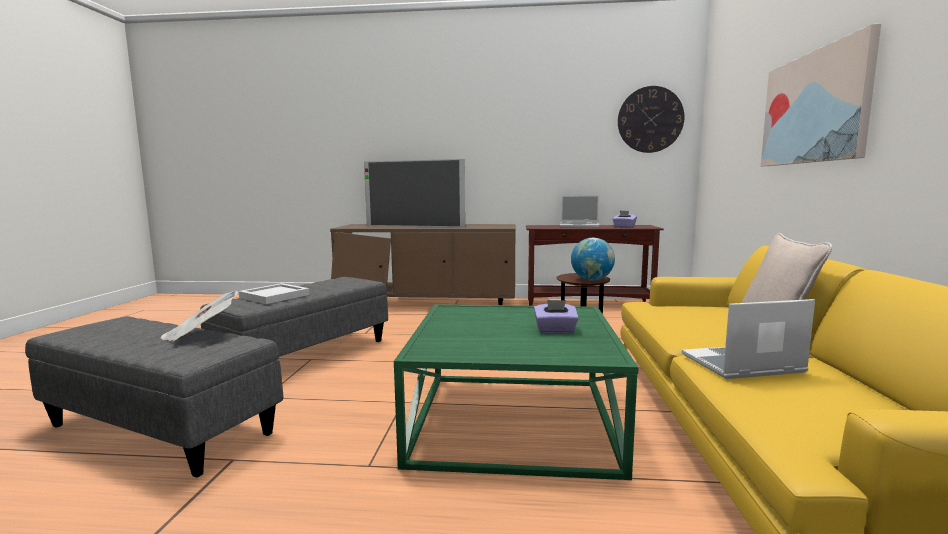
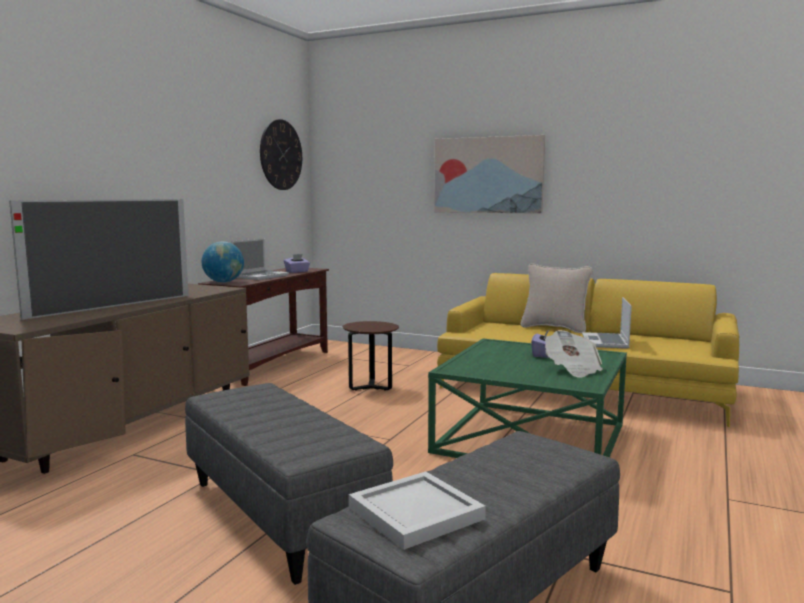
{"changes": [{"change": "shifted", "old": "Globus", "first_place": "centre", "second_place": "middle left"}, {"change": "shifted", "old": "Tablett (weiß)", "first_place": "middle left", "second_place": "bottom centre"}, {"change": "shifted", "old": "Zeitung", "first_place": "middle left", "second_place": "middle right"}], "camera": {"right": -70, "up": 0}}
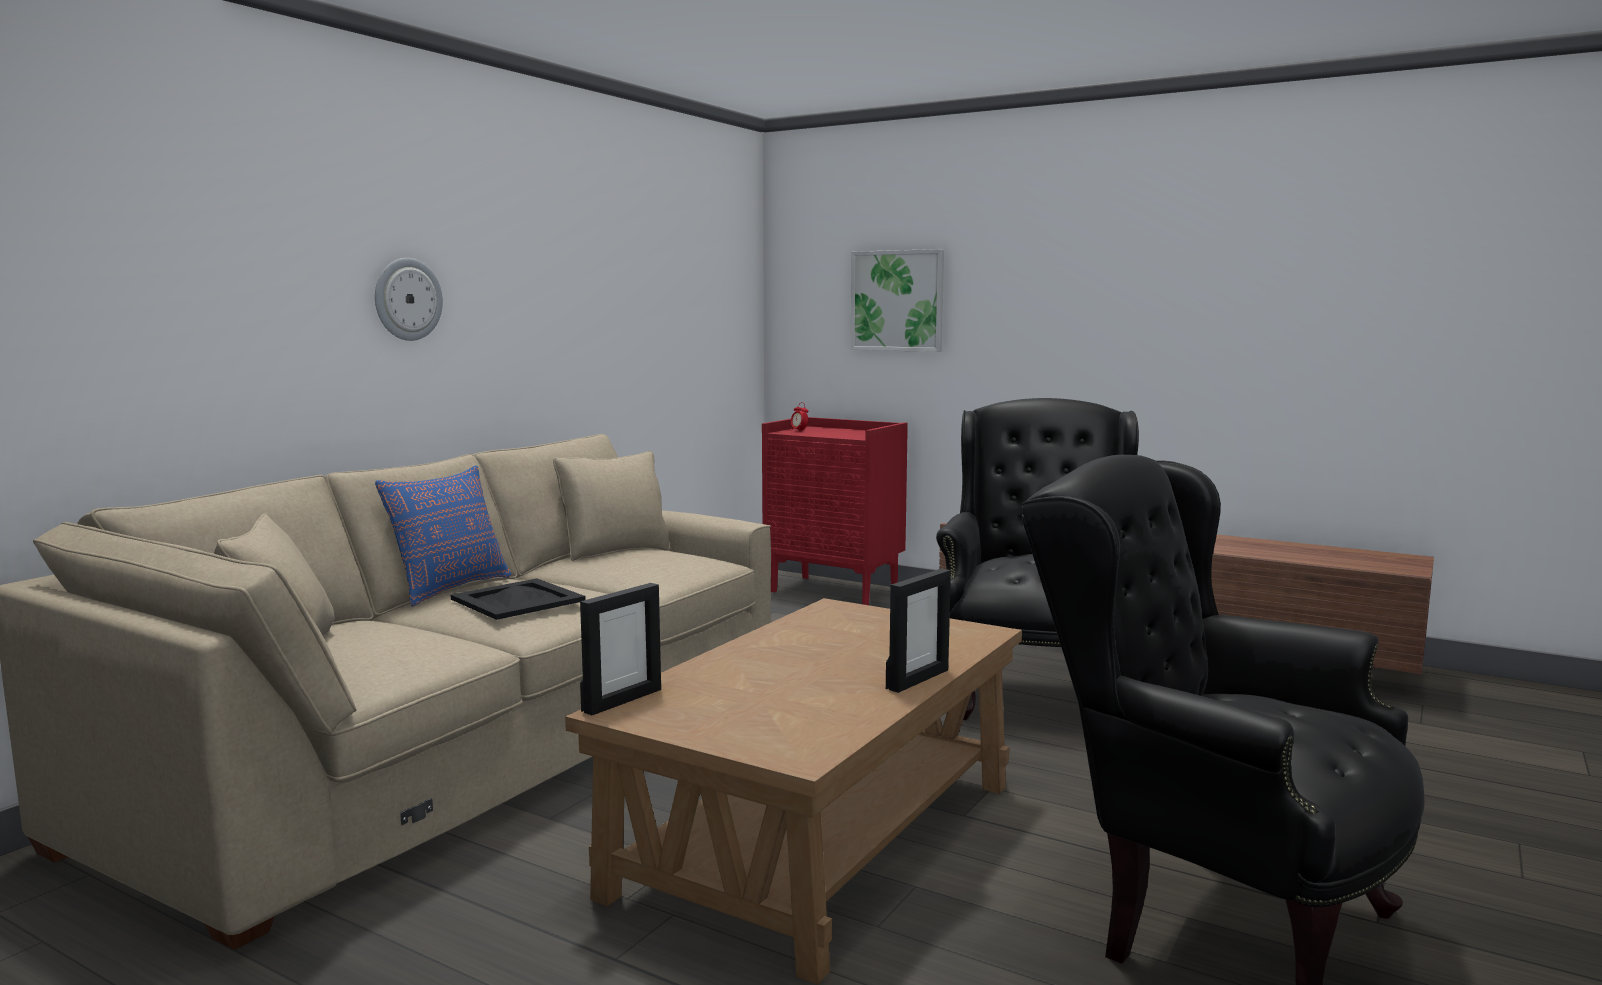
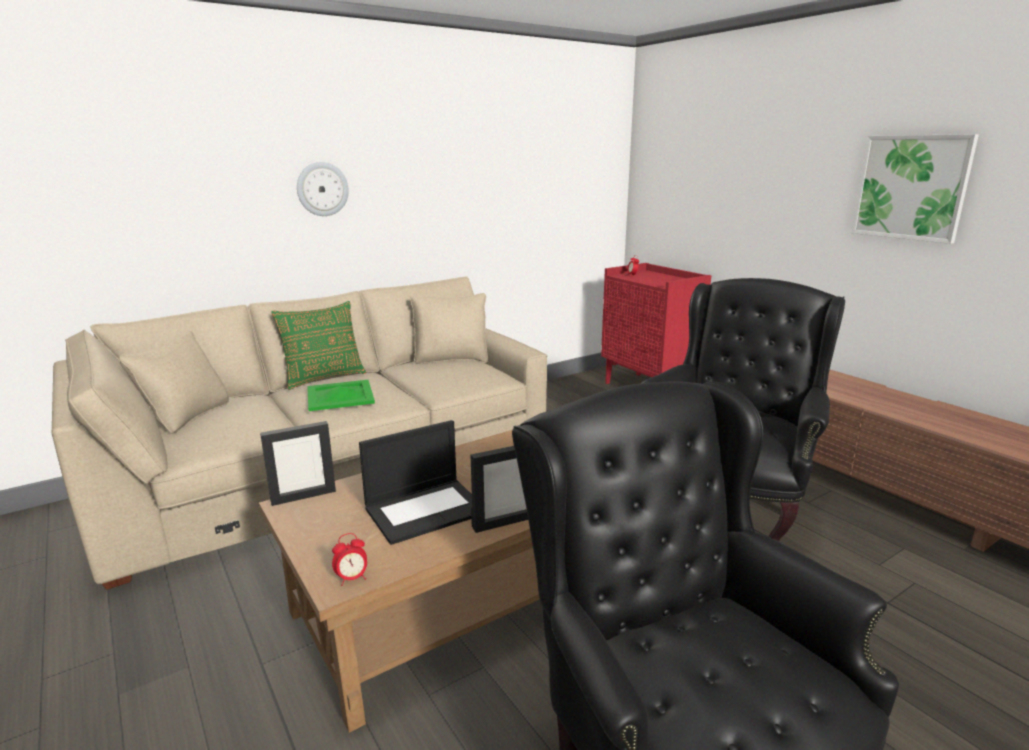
{"changes": [{"change": "repainted", "old": "Kissen (blau)", "new": "Kissen (grün)", "first_place": "middle left", "second_place": "middle left"}, {"change": "repainted", "old": "Tablett (schwarz)", "new": "Tablett (grün)", "first_place": "middle left", "second_place": "middle left"}, {"change": "new", "new": "Wecker (no. 1 from left)", "second_place": "bottom centre"}, {"change": "new", "new": "Laptop", "second_place": "centre"}, {"change": "shifted", "old": "Bild", "first_place": "top centre", "second_place": "top right"}], "camera": {"right": 25, "up": 10}}
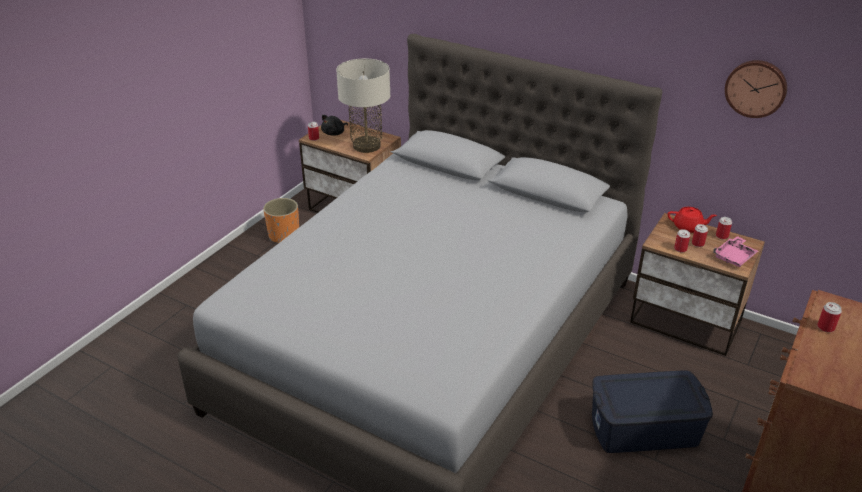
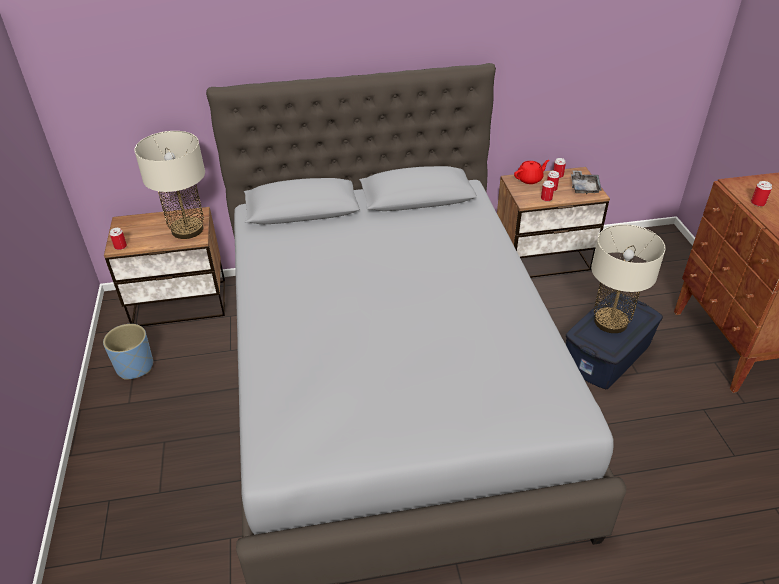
{"changes": [{"change": "repainted", "old": "Pflanzkübel (orange)", "new": "Pflanzkübel (blau)", "first_place": "middle left", "second_place": "middle left"}, {"change": "repainted", "old": "Tablett (rosa)", "new": "Tablett (grau)", "first_place": "middle right", "second_place": "top right"}, {"change": "new", "new": "Tischlampe (no. 2 from left)", "second_place": "middle right"}, {"change": "gone", "old": "Plüschtier (schwarz)", "first_place": "top centre"}, {"change": "gone", "old": "Wanduhr", "first_place": "top right"}], "camera": {"right": -40, "up": 5}}
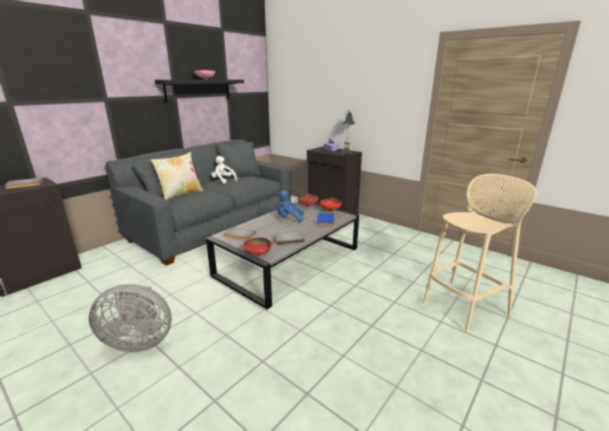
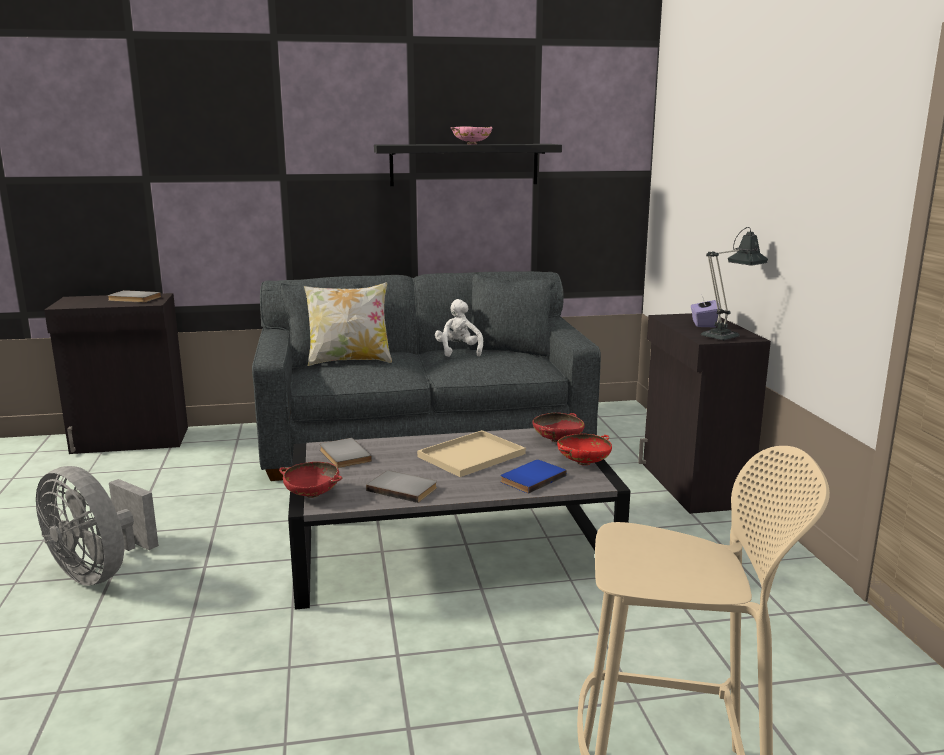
{"changes": [{"change": "swapped", "old": "Plüschtier (blau)", "new": "Tablett (beige)", "first_place": "centre", "second_place": "centre"}], "camera": {"right": 40, "up": -5}}
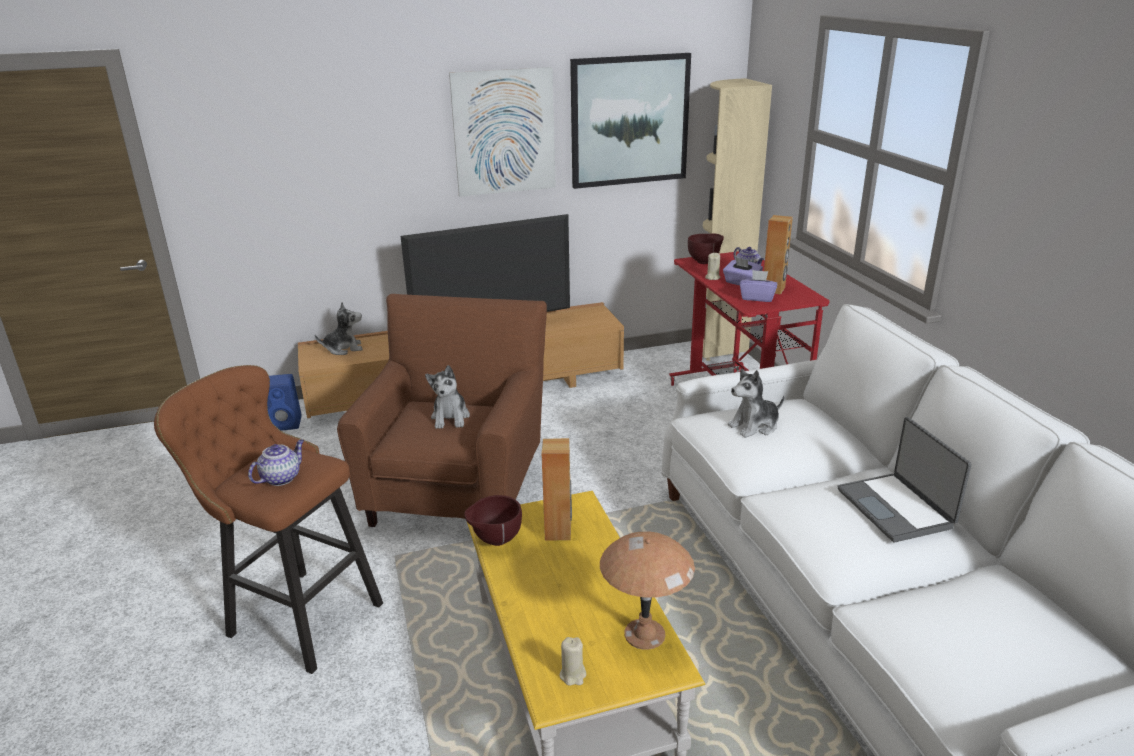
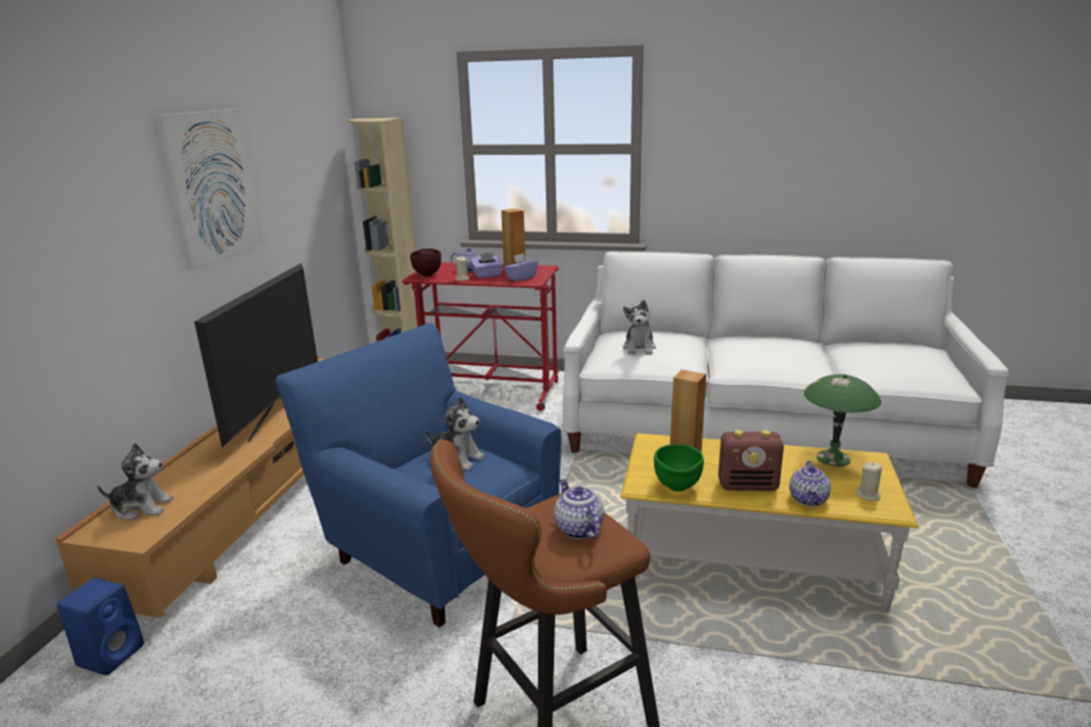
{"changes": [{"change": "rotated", "old": "Plüschtier (no. 1 from left)", "first_place": "middle left", "second_place": "middle left", "degrees": 75}, {"change": "repainted", "old": "Sessel (braun)", "new": "Sessel (blau)", "first_place": "centre", "second_place": "centre"}, {"change": "repainted", "old": "Schüssel (braun) (no. 1 from left)", "new": "Schüssel (grün)", "first_place": "bottom centre", "second_place": "centre"}, {"change": "new", "new": "Radio", "second_place": "middle right"}, {"change": "new", "new": "Teekanne (no. 3 from left)", "second_place": "middle right"}, {"change": "repainted", "old": "Tischlampe (braun)", "new": "Tischlampe (grün)", "first_place": "bottom centre", "second_place": "middle right"}, {"change": "gone", "old": "Bild (no. 2 from left)", "first_place": "top centre"}, {"change": "gone", "old": "Laptop", "first_place": "middle right"}], "camera": {"right": -60, "up": -5}}
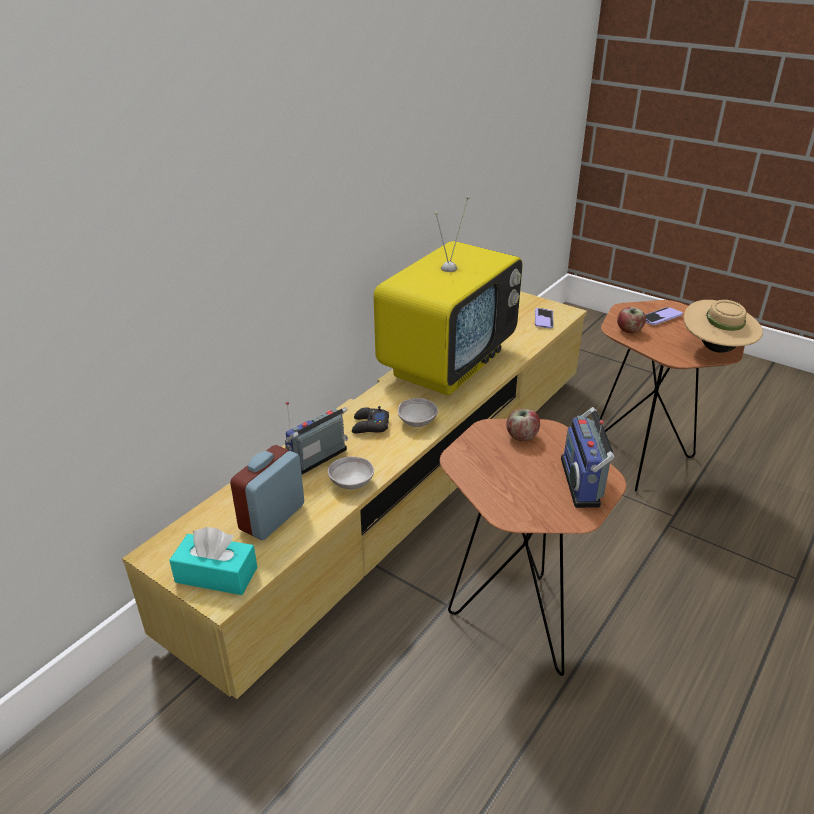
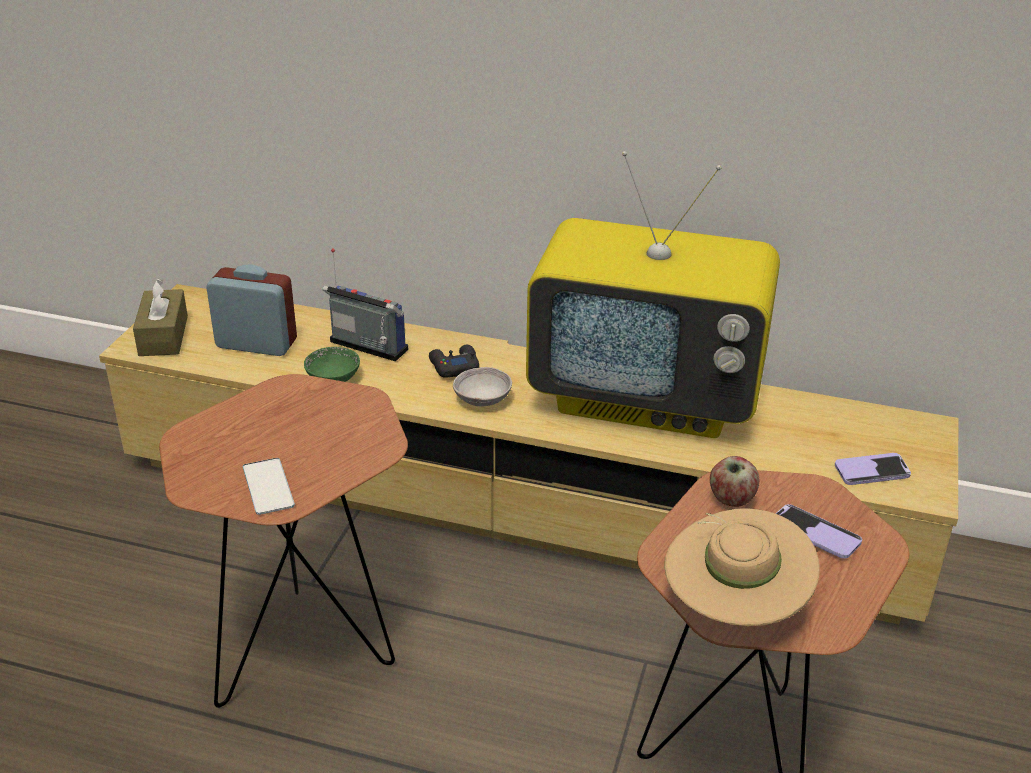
{"changes": [{"change": "repainted", "old": "Taschentuchbox (türkis)", "new": "Taschentuchbox (braun)", "first_place": "bottom left", "second_place": "middle left"}, {"change": "swapped", "old": "Radio (no. 2 from left)", "new": "Handy (no. 1 from left)", "first_place": "middle right", "second_place": "middle left"}, {"change": "repainted", "old": "Schüssel (grau) (no. 1 from left)", "new": "Schüssel (grün)", "first_place": "centre", "second_place": "middle left"}, {"change": "gone", "old": "Apfel (no. 1 from left)", "first_place": "centre"}], "camera": {"right": 70, "up": 0}}
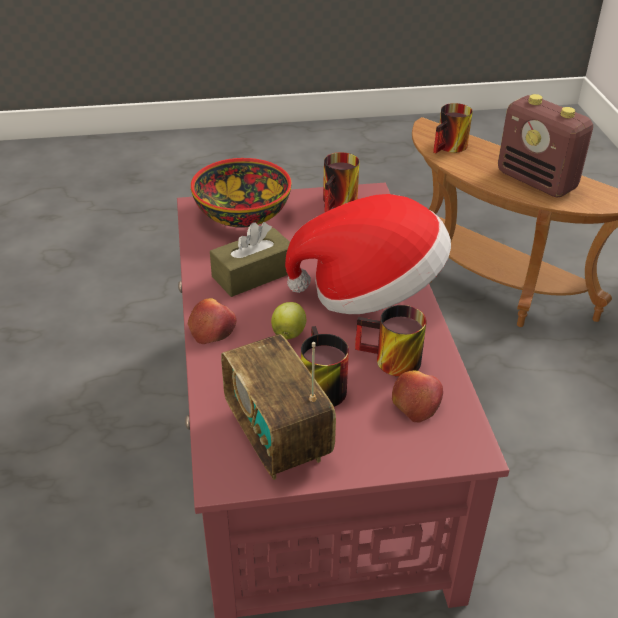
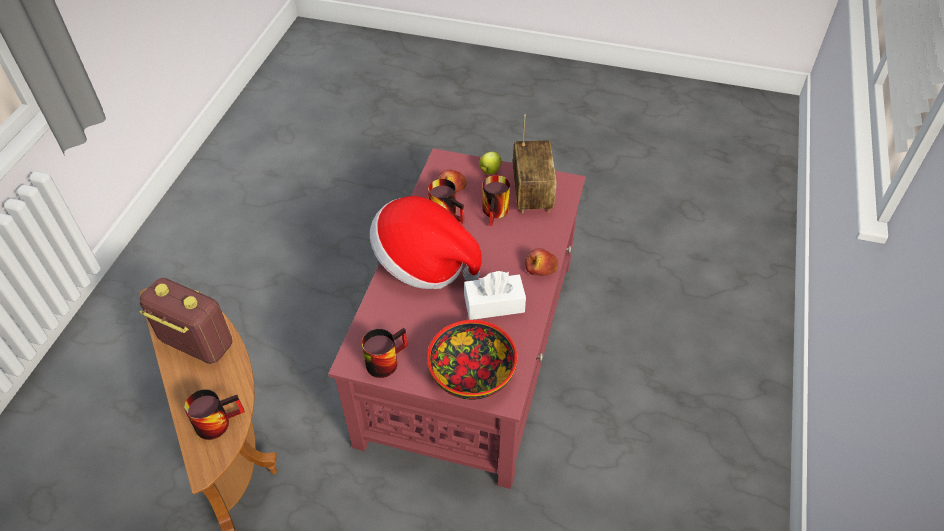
{"changes": [{"change": "rotated", "old": "Radio (no. 2 from left in the first image)", "first_place": "top right", "second_place": "middle left", "degrees": -45}, {"change": "repainted", "old": "Taschentuchbox (braun)", "new": "Taschentuchbox (weiß)", "first_place": "centre", "second_place": "centre"}, {"change": "shifted", "old": "Apfel (no. 2 from left)", "first_place": "centre", "second_place": "top centre"}], "camera": {"right": -155, "up": 10}}
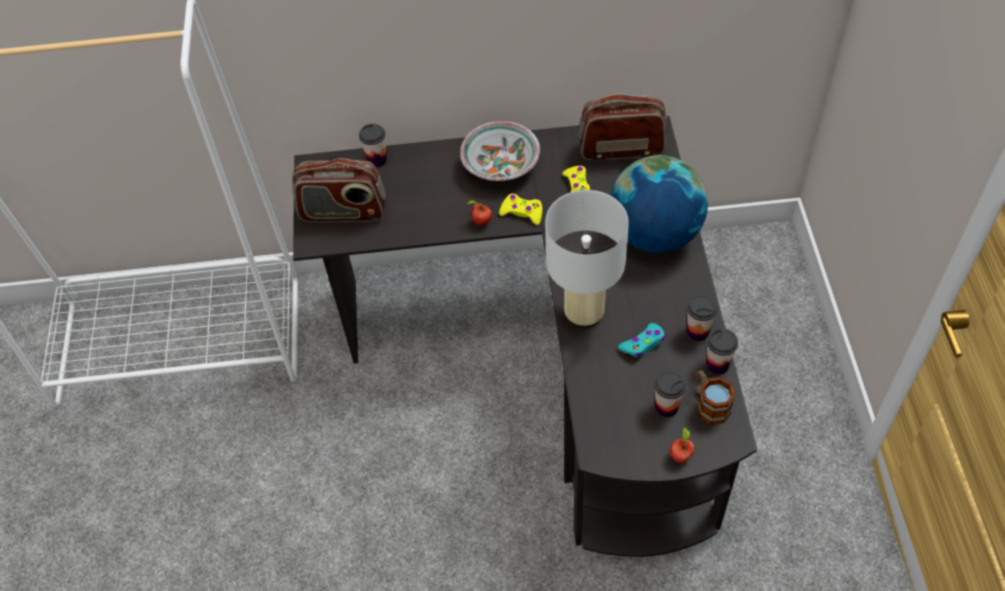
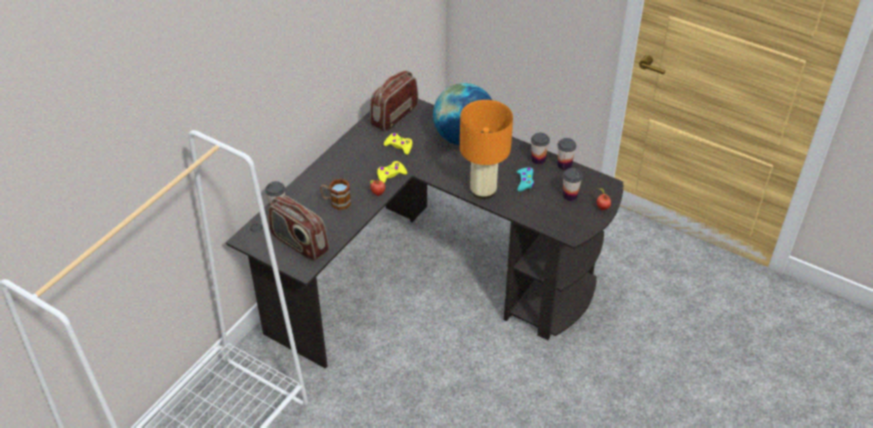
{"changes": [{"change": "rotated", "old": "Radio (no. 1 from left)", "first_place": "top centre", "second_place": "centre", "degrees": 90}, {"change": "shifted", "old": "Henkelbecher", "first_place": "bottom right", "second_place": "centre"}, {"change": "repainted", "old": "Tischlampe (weiß)", "new": "Tischlampe (orange)", "first_place": "centre", "second_place": "centre"}, {"change": "gone", "old": "Schüssel", "first_place": "top centre"}], "camera": {"right": -55, "up": -10}}
